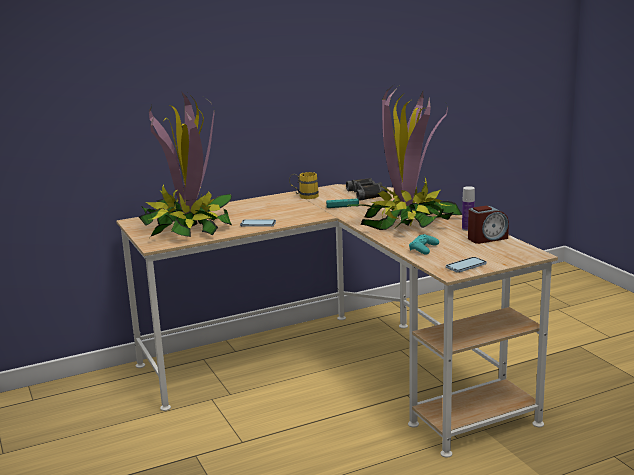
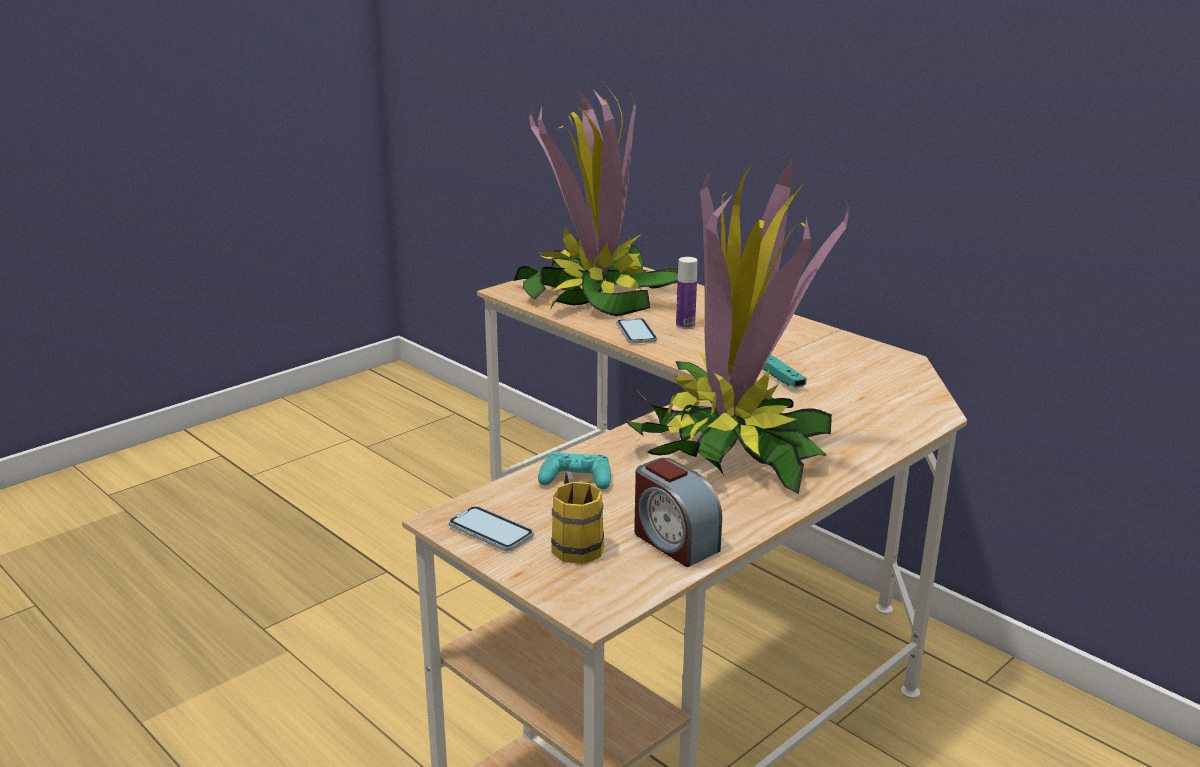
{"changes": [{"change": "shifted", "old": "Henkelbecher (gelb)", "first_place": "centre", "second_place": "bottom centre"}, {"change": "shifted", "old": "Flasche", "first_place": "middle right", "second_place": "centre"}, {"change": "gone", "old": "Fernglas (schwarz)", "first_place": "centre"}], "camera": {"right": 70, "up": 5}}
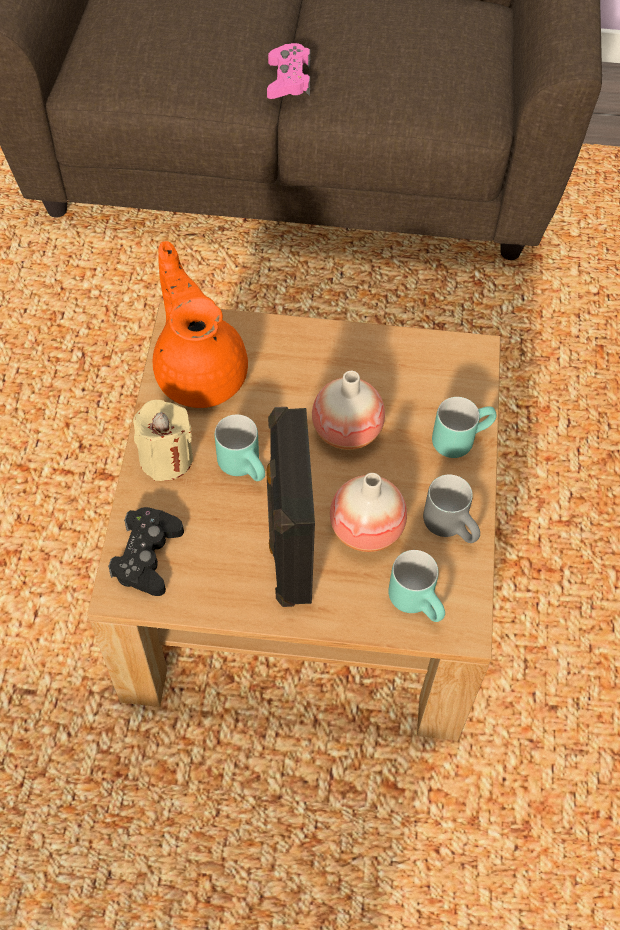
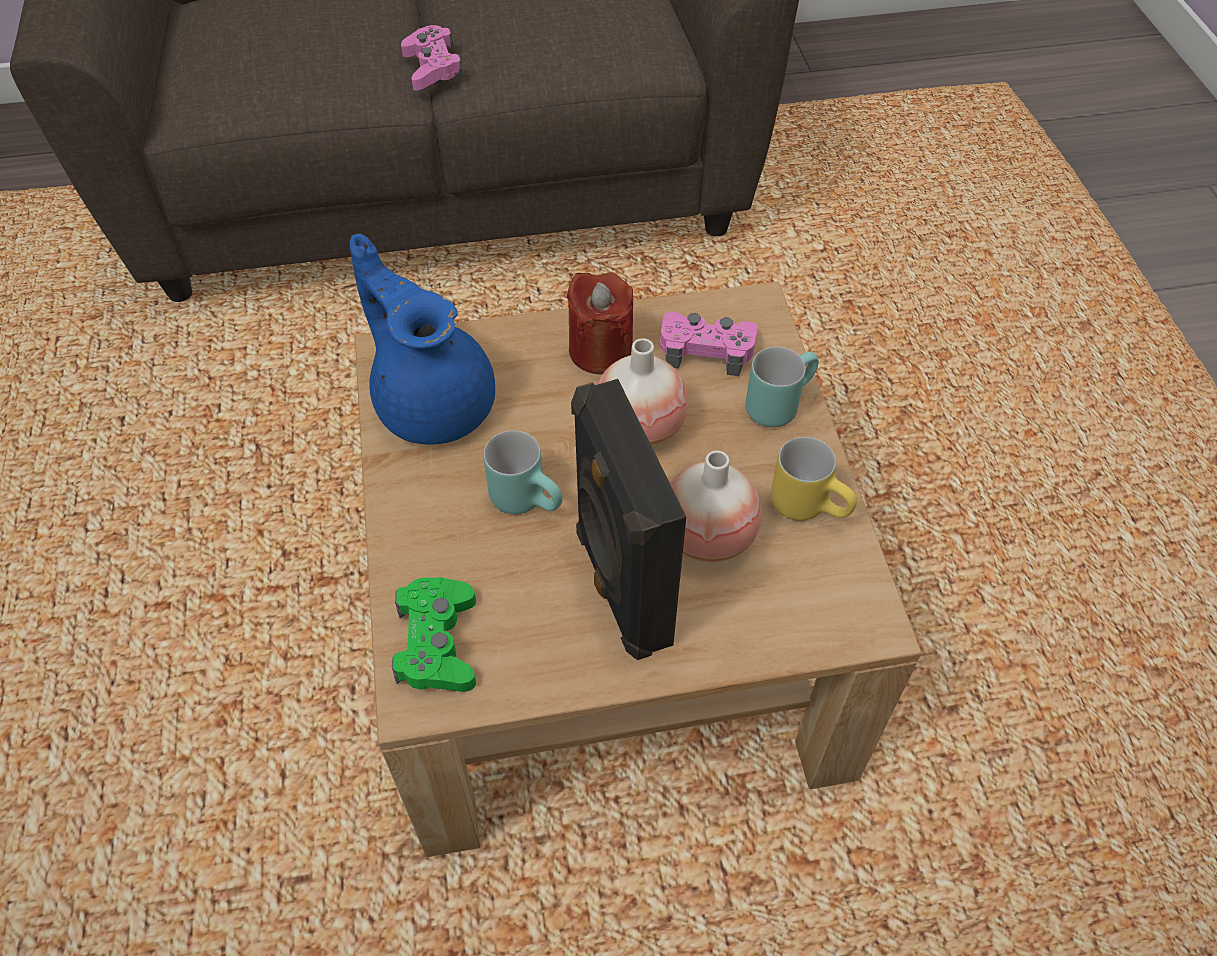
{"changes": [{"change": "repainted", "old": "Teekanne (orange)", "new": "Teekanne (blau)", "first_place": "middle left", "second_place": "centre"}, {"change": "repainted", "old": "Gamepad (schwarz)", "new": "Gamepad (grün)", "first_place": "middle left", "second_place": "centre"}, {"change": "new", "new": "Kerze (rot)", "second_place": "centre"}, {"change": "new", "new": "Gamepad (rosa) (no. 2 from left)", "second_place": "centre"}, {"change": "repainted", "old": "Henkelbecher (grau)", "new": "Henkelbecher (gelb)", "first_place": "middle right", "second_place": "middle right"}, {"change": "gone", "old": "Kerze (beige)", "first_place": "middle left"}, {"change": "gone", "old": "Henkelbecher (türkis) (no. 2 from left)", "first_place": "middle right"}], "camera": {"right": -15, "up": -5}}
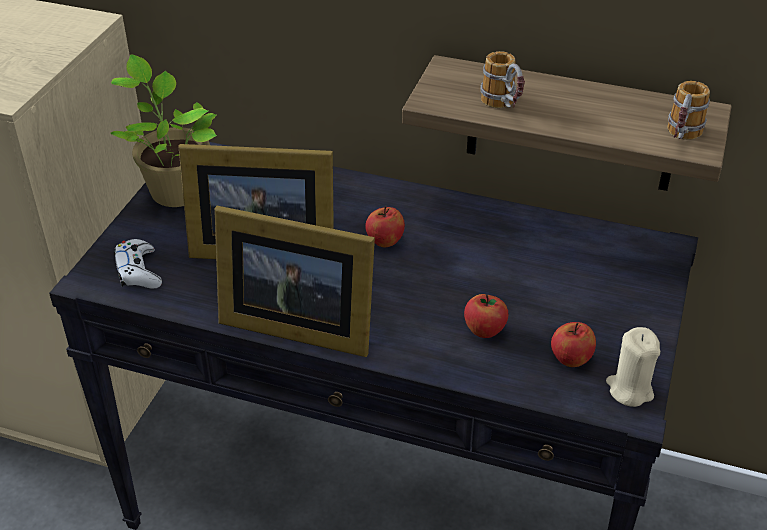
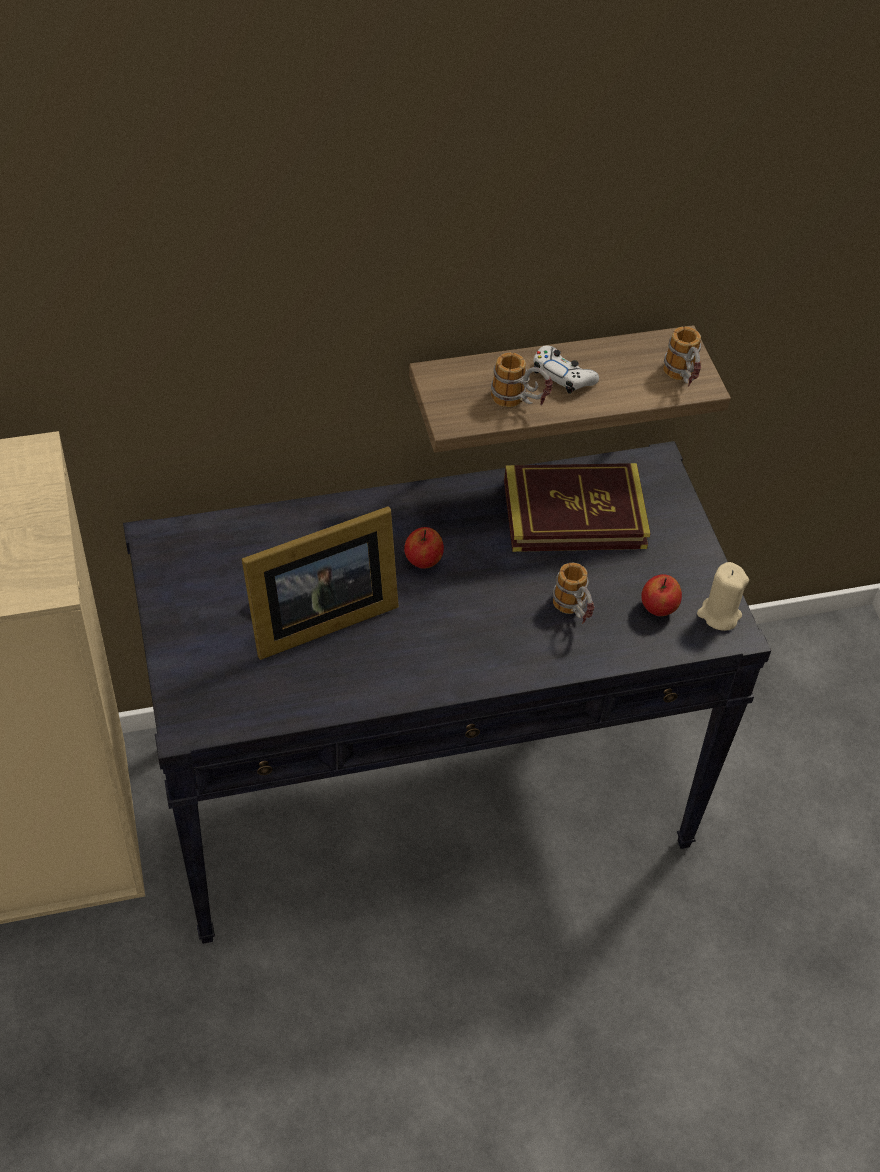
{"changes": [{"change": "new", "new": "Buch", "second_place": "centre"}, {"change": "shifted", "old": "Gamepad (weiß)", "first_place": "middle left", "second_place": "top centre"}, {"change": "swapped", "old": "Apfel (no. 2 from left)", "new": "Henkelbecher (no. 2 from left)", "first_place": "centre", "second_place": "centre"}, {"change": "gone", "old": "Topfpflanze", "first_place": "top left"}, {"change": "gone", "old": "Bilderrahmen (no. 2 from left)", "first_place": "centre"}], "camera": {"right": -35, "up": 10}}
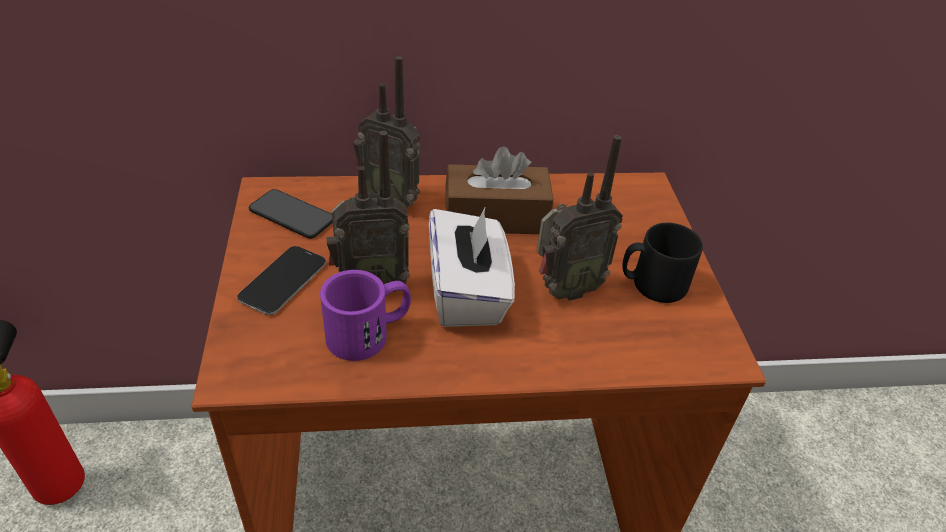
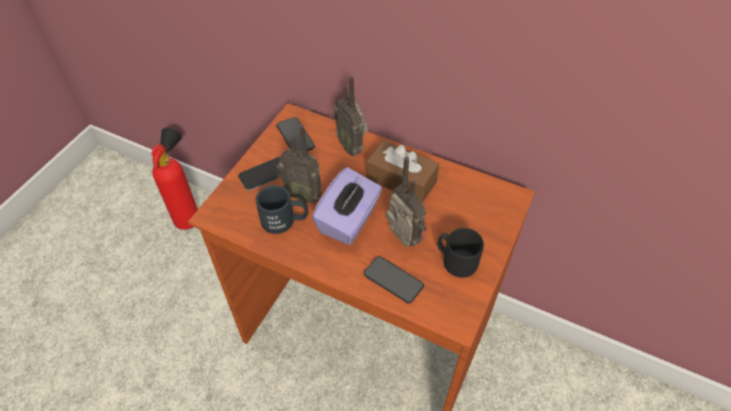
{"changes": [{"change": "repainted", "old": "Henkelbecher (lila)", "new": "Henkelbecher (schwarz) (no. 1 from left)", "first_place": "centre", "second_place": "centre"}, {"change": "repainted", "old": "Taschentuchbox (weiß)", "new": "Taschentuchbox (lila)", "first_place": "centre", "second_place": "centre"}, {"change": "new", "new": "Handy (no. 3 from left)", "second_place": "bottom centre"}, {"change": "rotated", "old": "Radio (no. 3 from left)", "first_place": "centre", "second_place": "centre", "degrees": -135}], "camera": {"right": 35, "up": 10}}
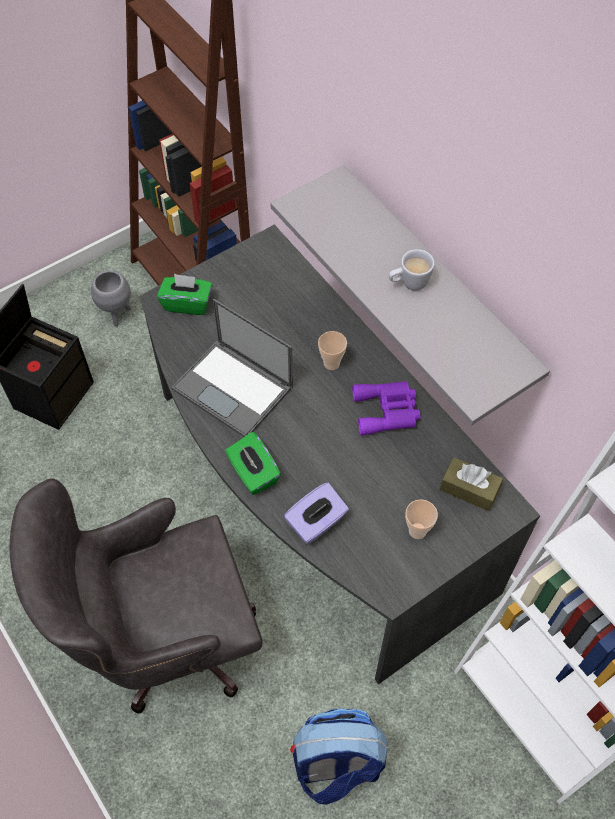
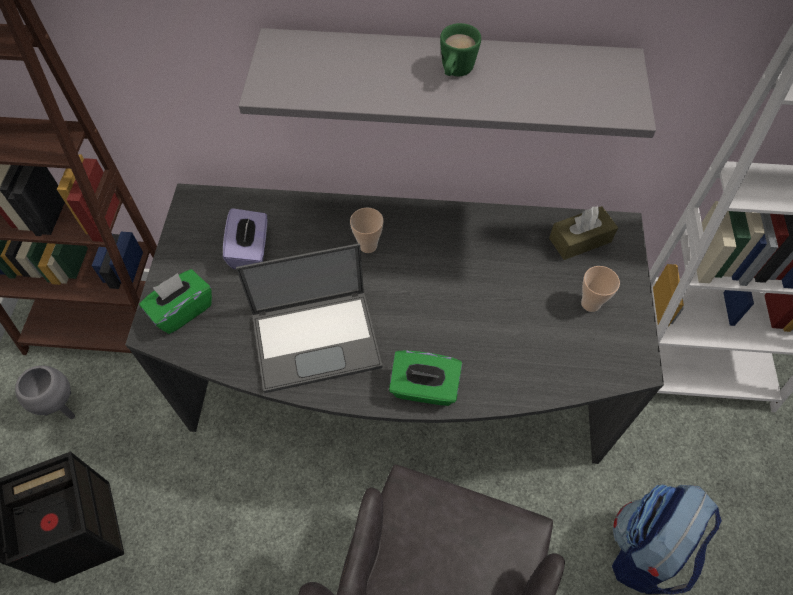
{"changes": [{"change": "shifted", "old": "Taschentuchbox (lila)", "first_place": "centre", "second_place": "middle left"}, {"change": "repainted", "old": "Henkelbecher (weiß)", "new": "Henkelbecher (grün)", "first_place": "top right", "second_place": "top centre"}, {"change": "gone", "old": "Fernglas (lila)", "first_place": "centre"}], "camera": {"right": -50, "up": 0}}
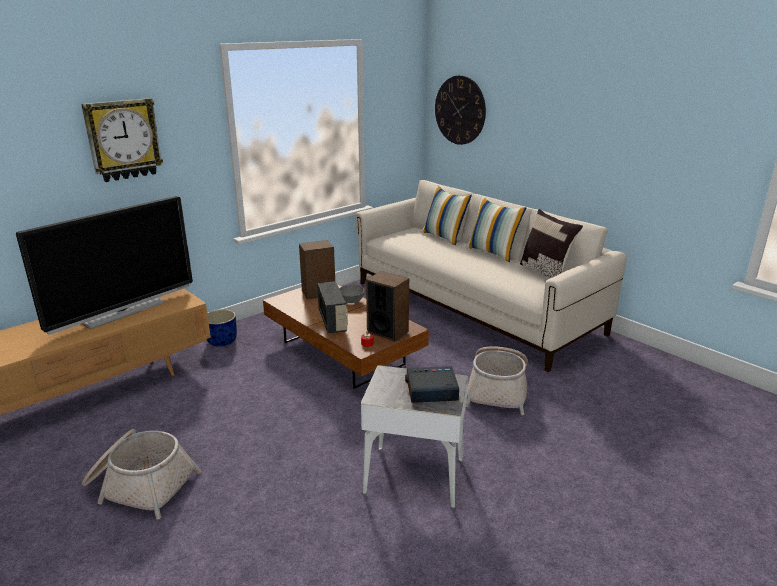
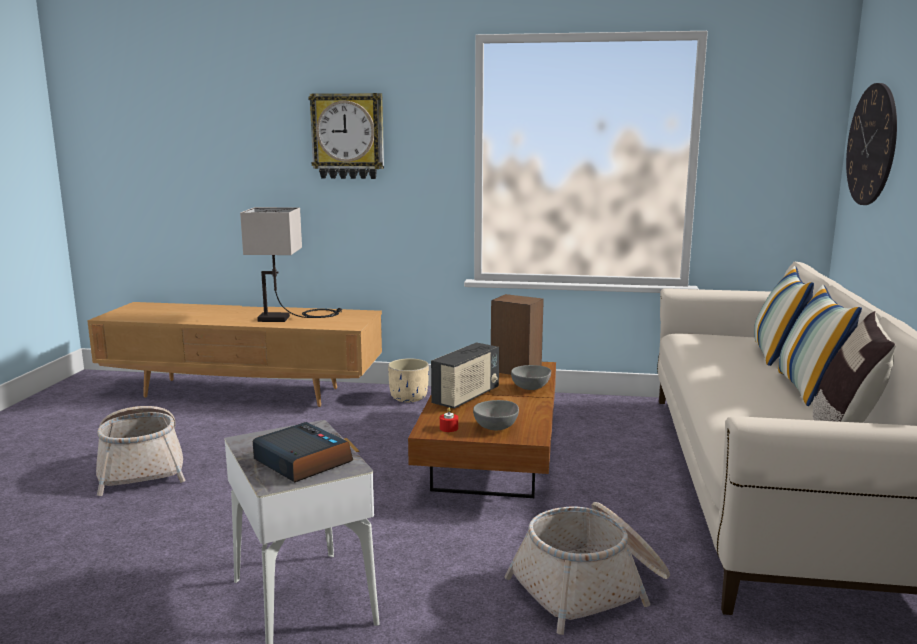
{"changes": [{"change": "swapped", "old": "Fernseher", "new": "Tischlampe", "first_place": "middle left", "second_place": "middle left"}, {"change": "repainted", "old": "Pflanzkübel (blau)", "new": "Pflanzkübel (beige)", "first_place": "middle left", "second_place": "centre"}, {"change": "swapped", "old": "Lautsprecher (no. 2 from left)", "new": "Schüssel (grau) (no. 1 from left)", "first_place": "centre", "second_place": "centre"}], "camera": {"right": 50, "up": -10}}
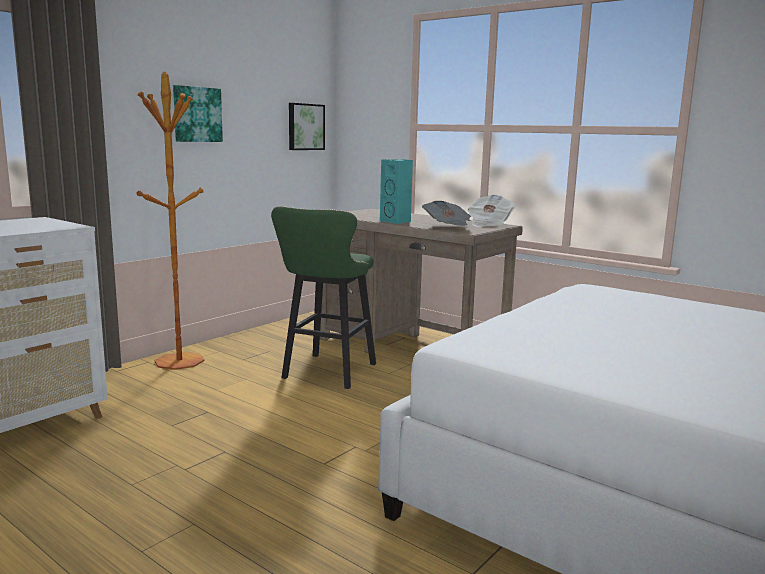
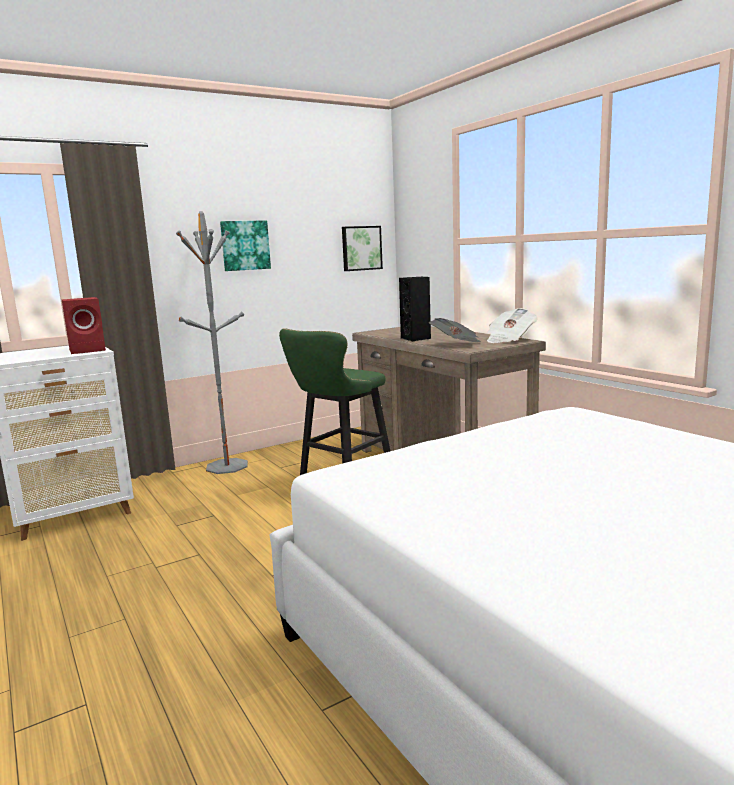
{"changes": [{"change": "new", "new": "Lautsprecher (rot)", "second_place": "middle left"}, {"change": "repainted", "old": "Kleiderständer (orange)", "new": "Kleiderständer (grau)", "first_place": "middle left", "second_place": "middle left"}, {"change": "repainted", "old": "Lautsprecher (türkis)", "new": "Lautsprecher (schwarz)", "first_place": "top centre", "second_place": "centre"}], "camera": {"right": 20, "up": 0}}
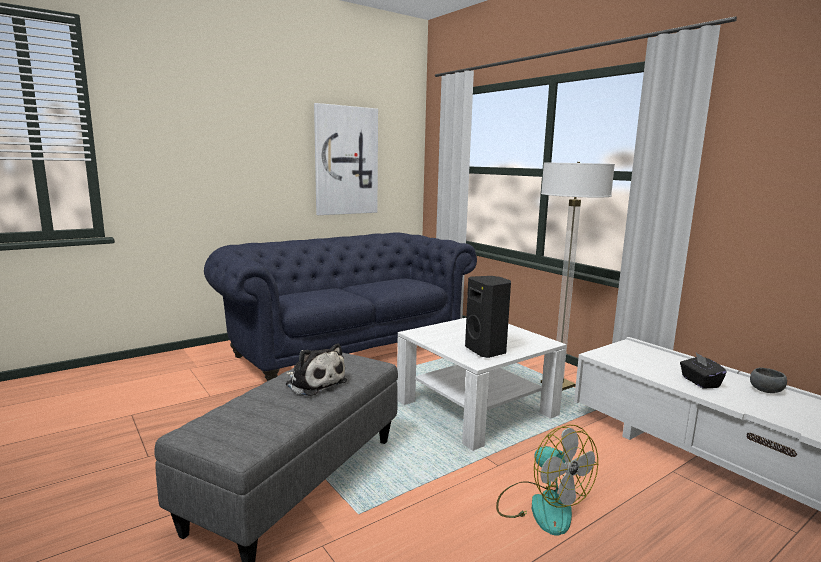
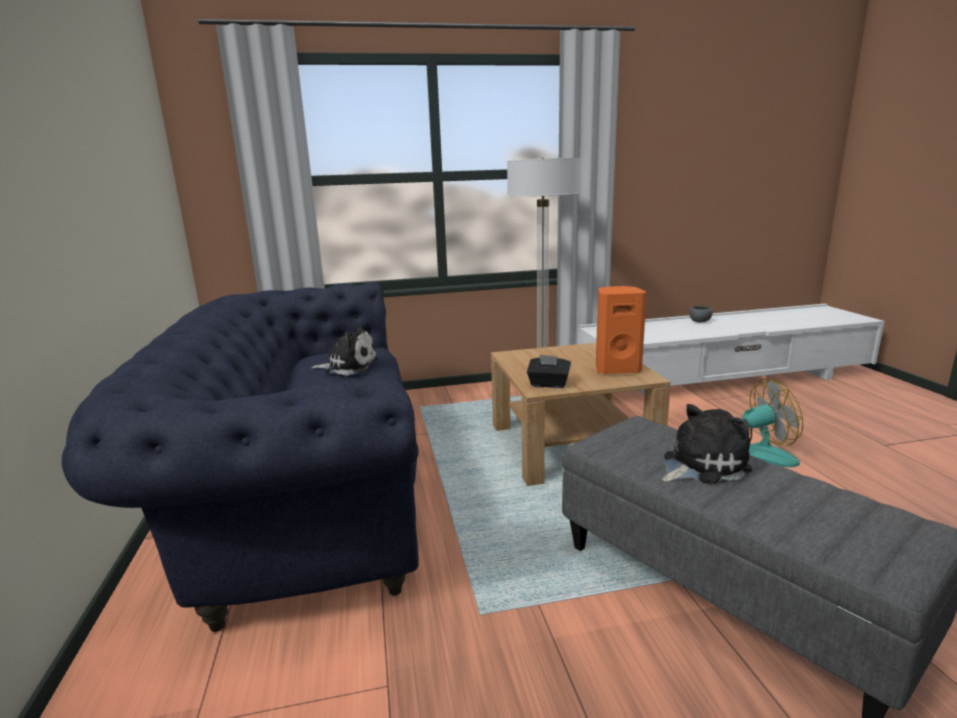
{"changes": [{"change": "new", "new": "Plüschtier (no. 1 from left)", "second_place": "centre"}, {"change": "repainted", "old": "Couchtisch (weiß)", "new": "Couchtisch (braun)", "first_place": "bottom centre", "second_place": "centre"}, {"change": "shifted", "old": "Taschentuchbox (schwarz)", "first_place": "middle right", "second_place": "centre"}, {"change": "repainted", "old": "Lautsprecher (schwarz)", "new": "Lautsprecher (orange)", "first_place": "centre", "second_place": "centre"}, {"change": "gone", "old": "Bild", "first_place": "top centre"}], "camera": {"right": -65, "up": 5}}
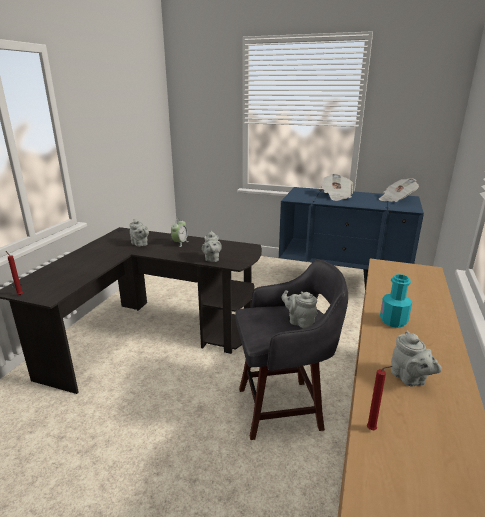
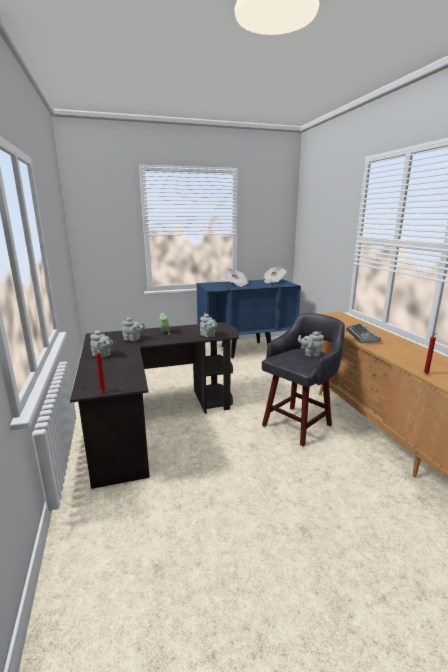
{"changes": [{"change": "shifted", "old": "Teekanne (grau) (no. 4 from left in the first image)", "new": "Teekanne (grau) (no. 1 from left)", "first_place": "bottom right", "second_place": "middle left"}, {"change": "swapped", "old": "Flasche (türkis)", "new": "Tastatur", "first_place": "middle right", "second_place": "middle right"}], "camera": {"right": -35, "up": -5}}
